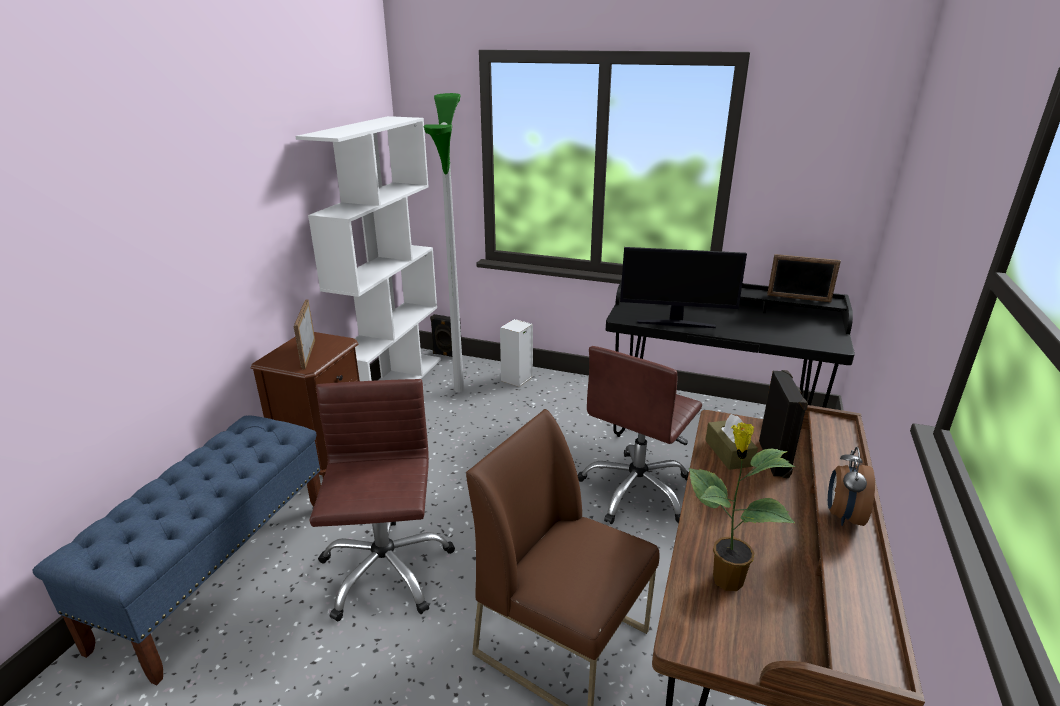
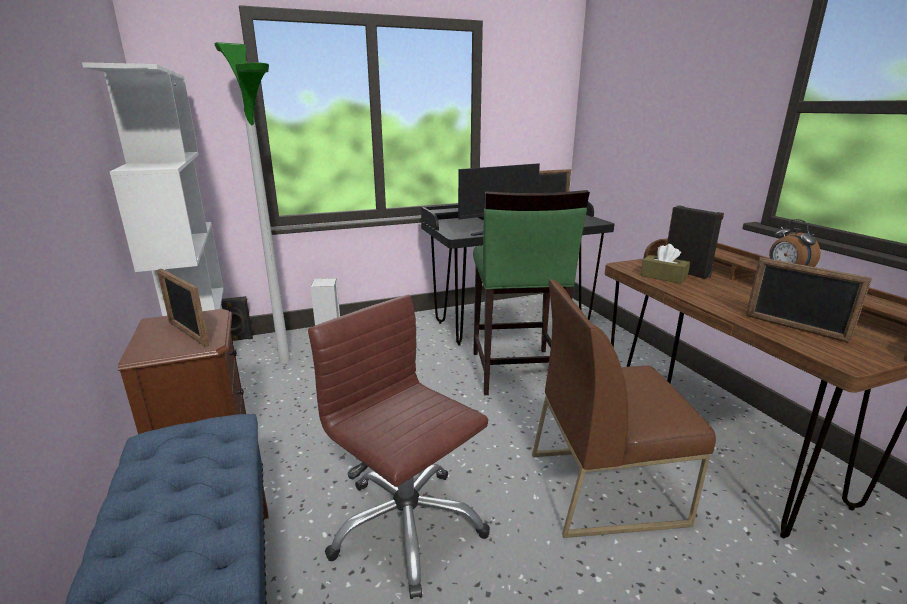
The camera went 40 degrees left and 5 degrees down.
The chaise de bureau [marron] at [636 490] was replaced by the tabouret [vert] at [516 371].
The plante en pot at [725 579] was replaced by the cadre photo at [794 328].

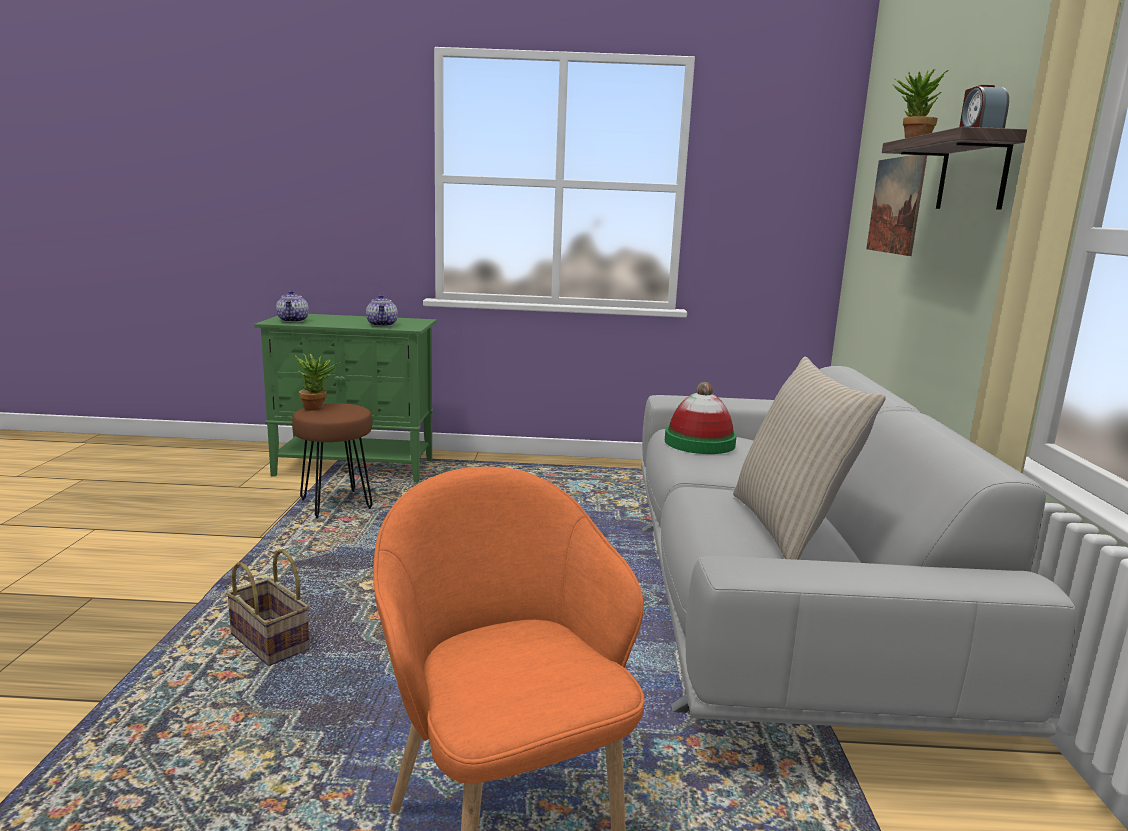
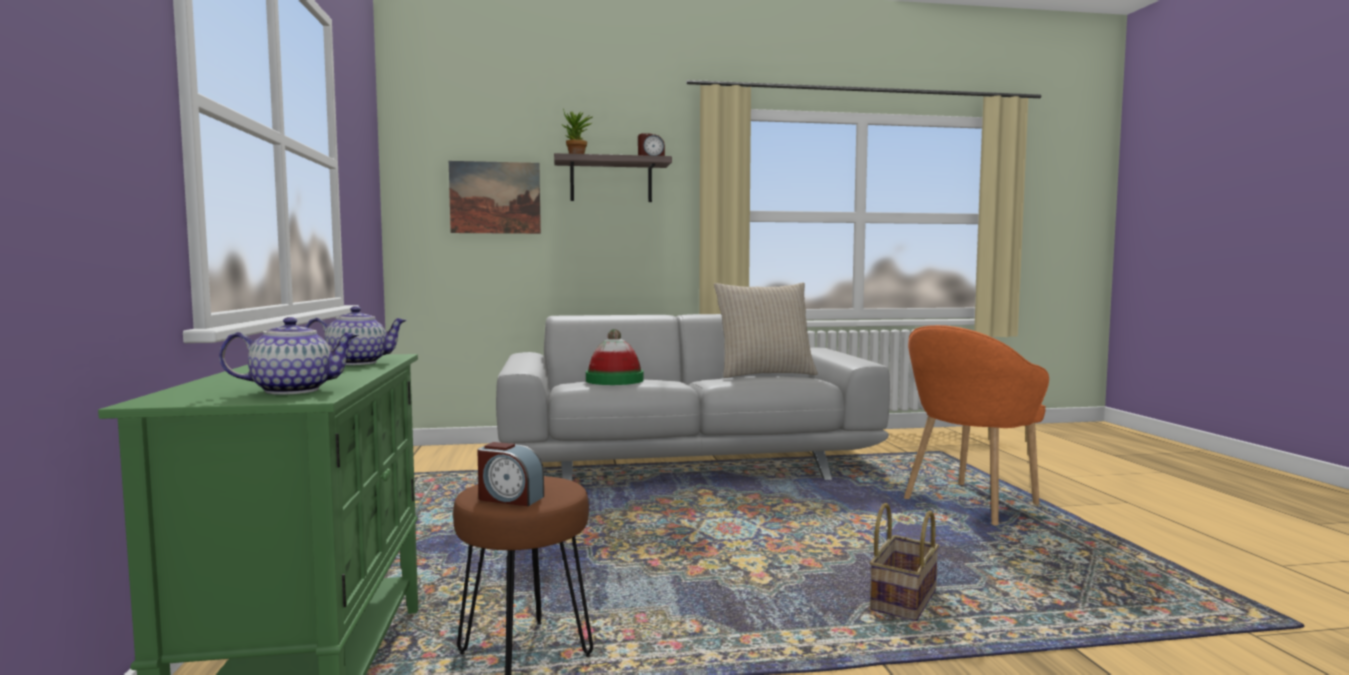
The camera went 100 degrees left and 10 degrees down.
The plante en pot at [318 408] was replaced by the réveil at [510 498].

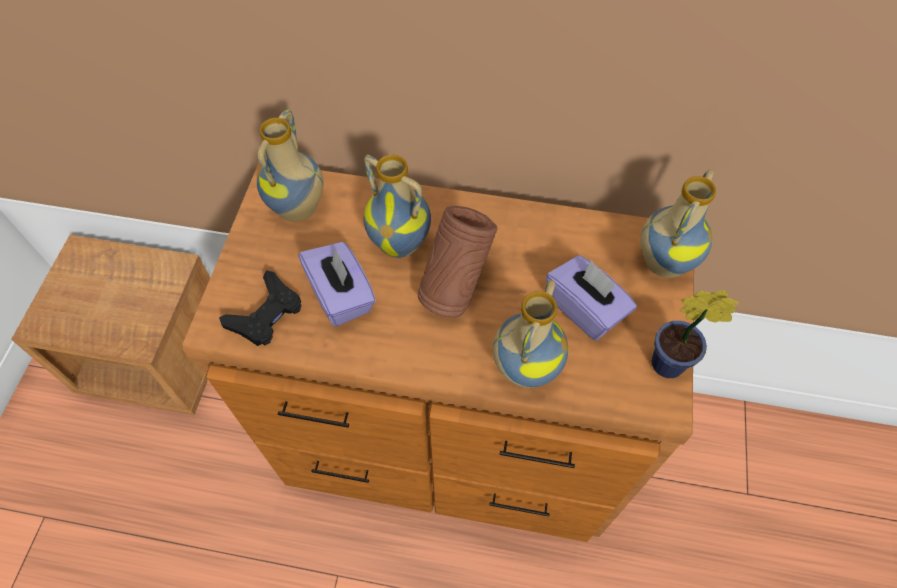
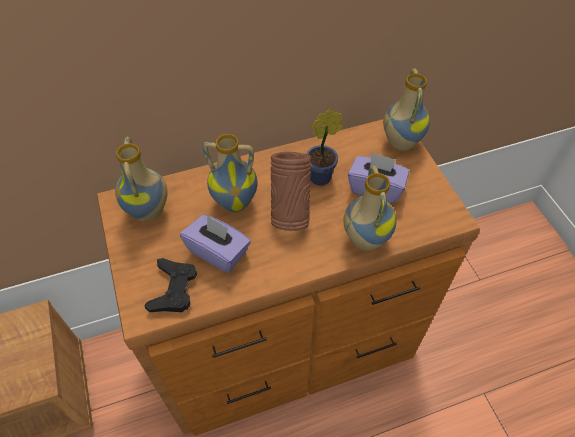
The camera went 30 degrees left and 5 degrees down.
The plante en pot moved from [672 364] to [323 177].

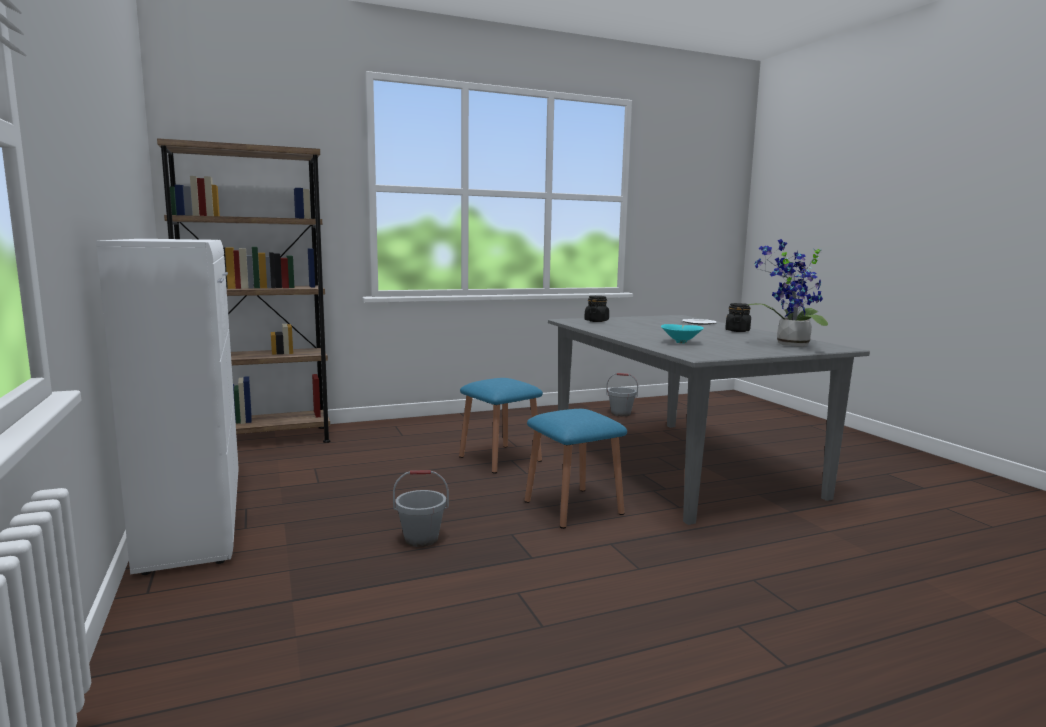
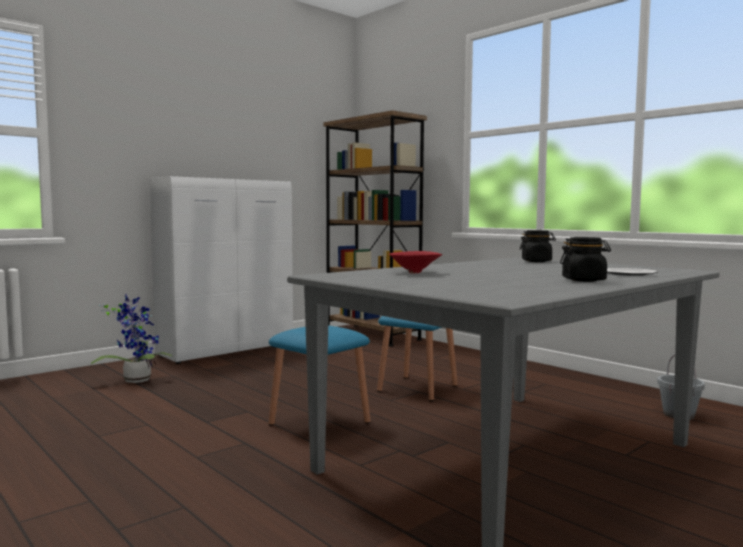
The camera went 70 degrees right and 5 degrees down.
The plante en pot moved from [789 345] to [136 379].
The bol [turquoise] at [681 342] became the bol [rouge] at [416 272].
The seau [gris] at [421 539] disappeared.

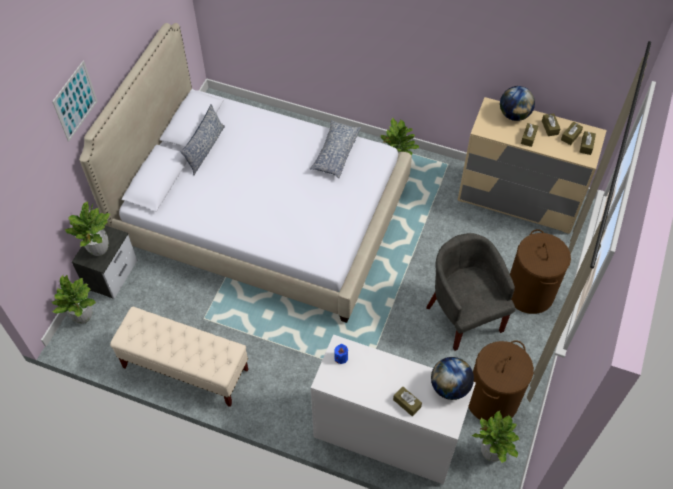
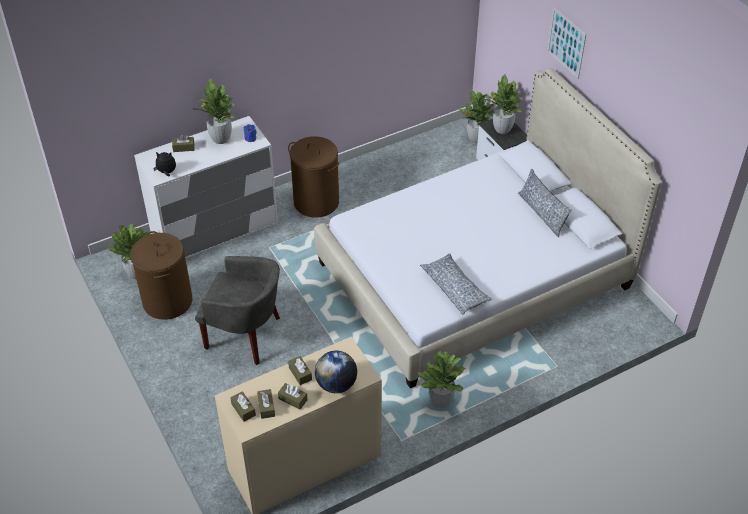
The camera went 130 degrees right and 10 degrees down.
The globe at [450 387] was replaced by the peluche at [166 172].
The plante en pot at [220 139] appeared.
The panier à linge [marron] moved from [530 293] to [316 202].
The banc [beige] at [185 368] disappeared.

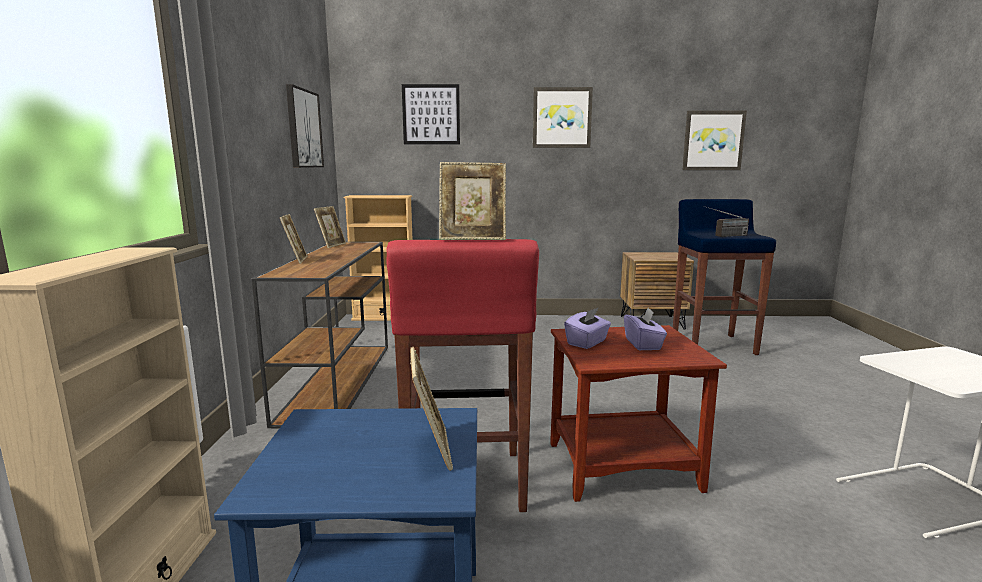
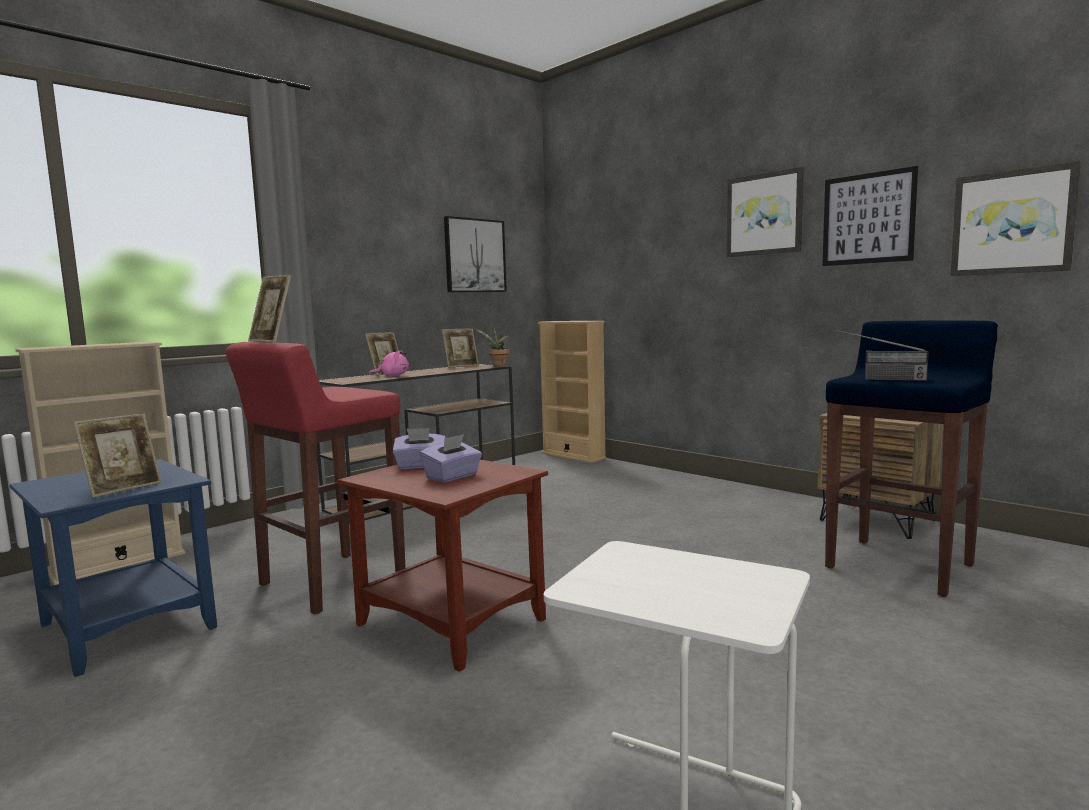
The camera went 45 degrees right and 5 degrees down.
The peluche [rose] at [392 376] appeared.
The plante en pot at [498 366] appeared.
The tableau moved from [431 114] to [868 218].

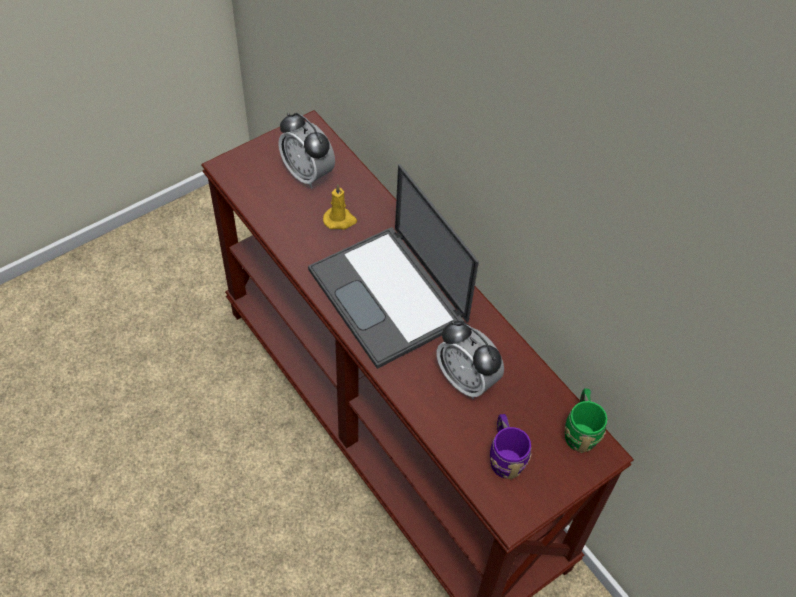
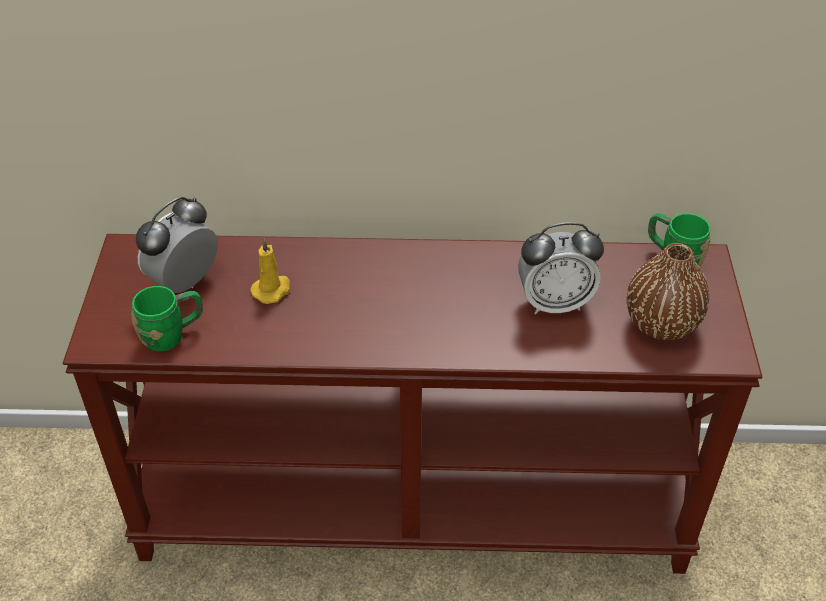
The camera went 50 degrees left and 10 degrees down.
The mug [vert] at [172 335] appeared.
The réveil at [307 174] turned 135 degrees clockwise.
The mug [violet] at [504 456] was replaced by the vase [marron] at [661 323].
The ordinateur portable at [389 296] disappeared.

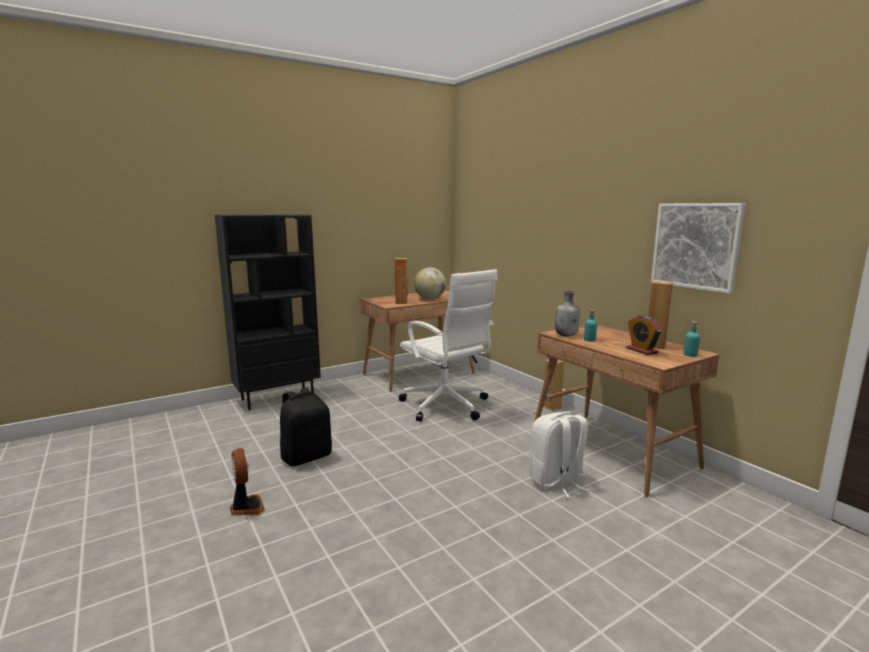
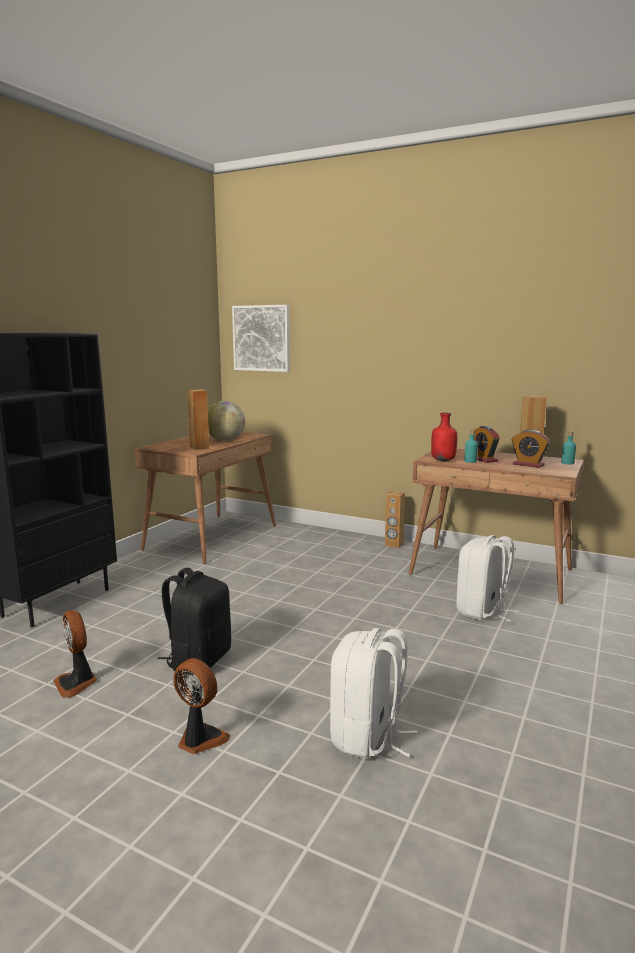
The camera went 30 degrees left and 0 degrees up.
The ventilateur at [77 683] appeared.
The tableau moved from [696 246] to [261 338].
The sac à dos [blanc] at [368 737] appeared.
The bouteille [gris] at [566 335] became the bouteille [rouge] at [443 460].
The réveil at [483 459] appeared.
The chaise de bureau [blanc] at [446 406] disappeared.

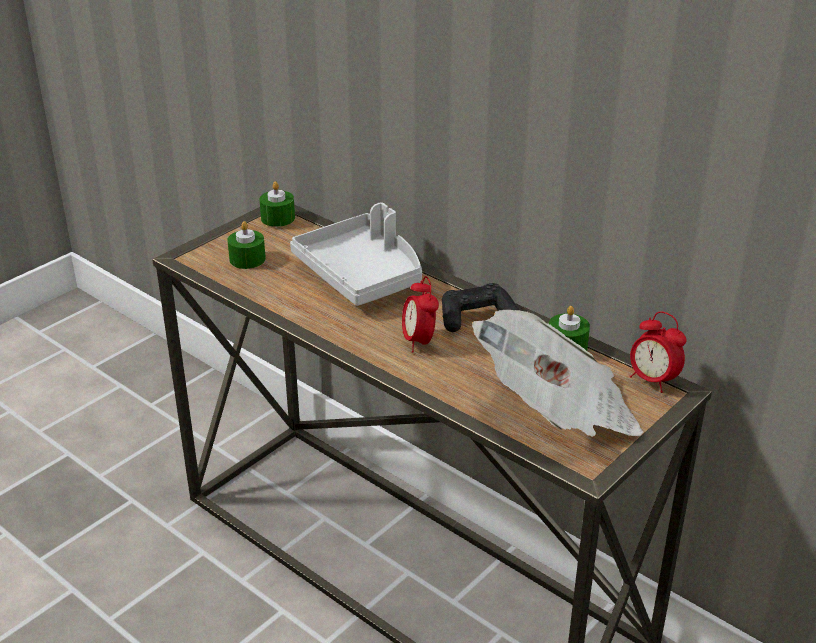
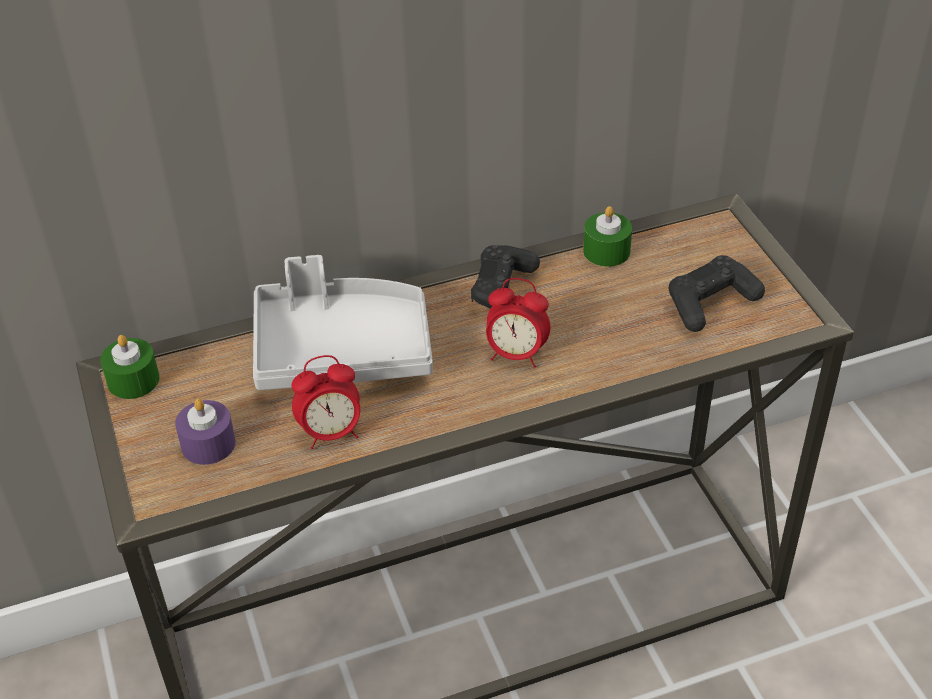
The camera went 60 degrees left and 10 degrees up.
The bougie [vert] at [247 259] became the bougie [violet] at [208 444].
The réveil moved from [652 380] to [331 433].
The journal at [557 412] was replaced by the manette [noir] at [710 303].

